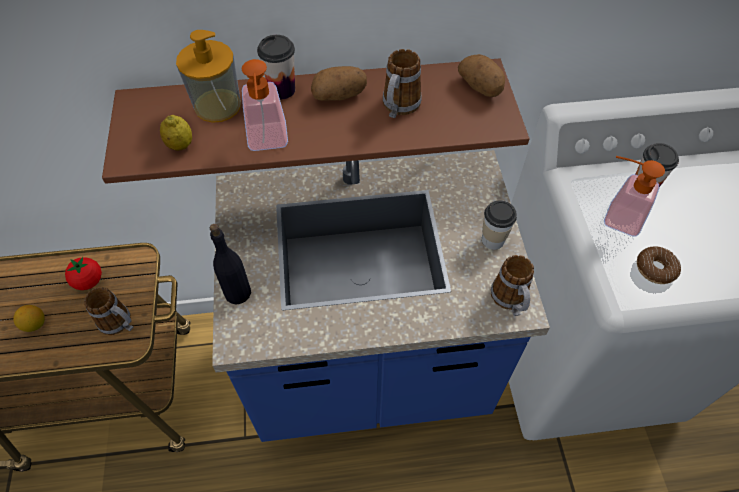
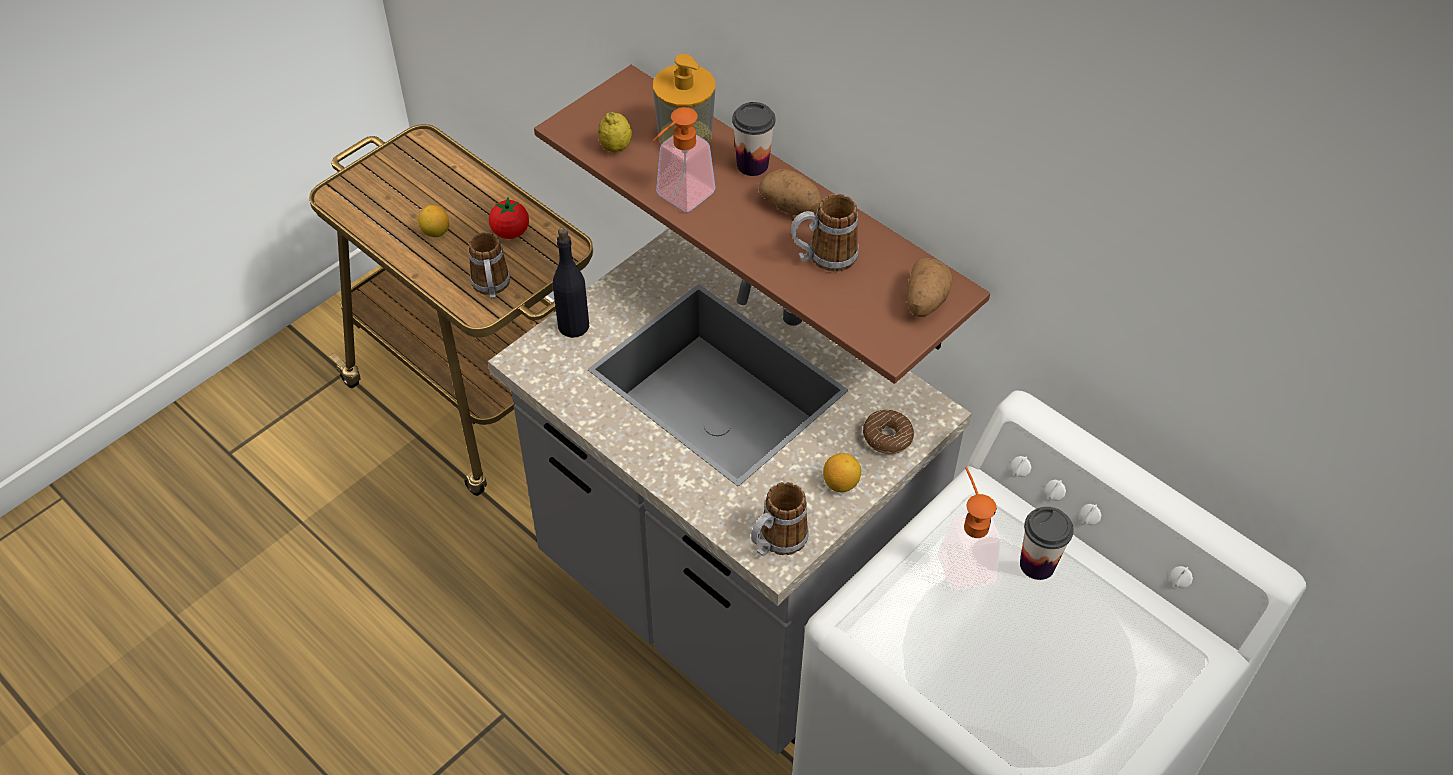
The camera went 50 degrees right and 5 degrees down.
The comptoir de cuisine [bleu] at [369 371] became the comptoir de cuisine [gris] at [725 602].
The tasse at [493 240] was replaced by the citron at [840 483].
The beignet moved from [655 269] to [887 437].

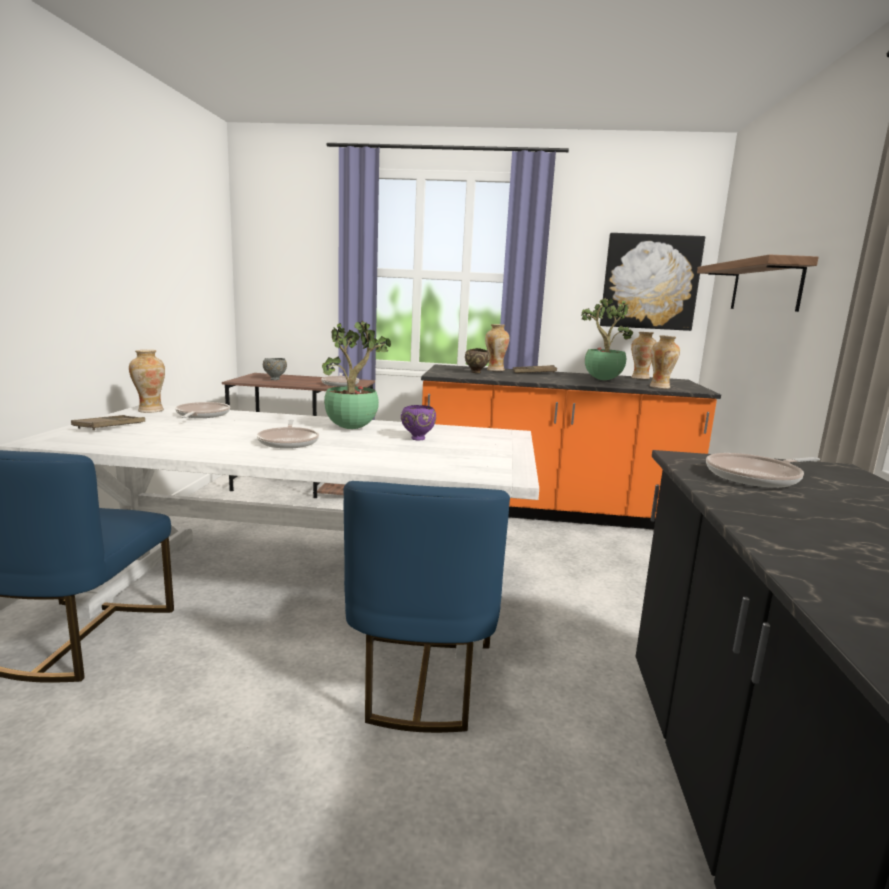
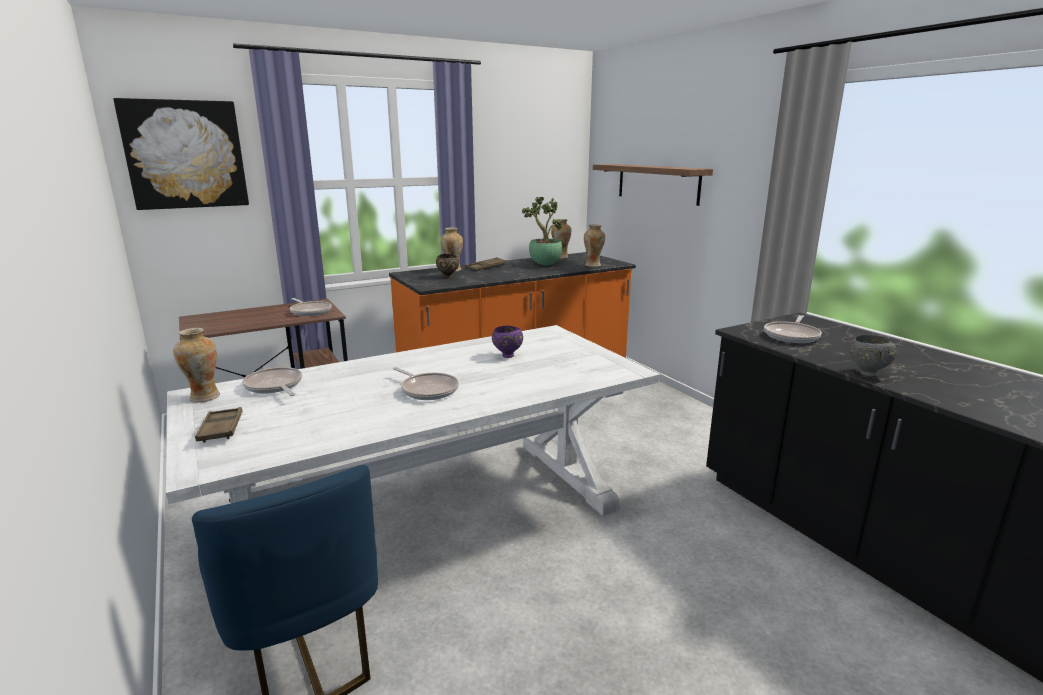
The camera went 35 degrees left and 5 degrees up.
The tableau moved from [650 282] to [185 155].
The bol [gris] moved from [275 379] to [867 373].
The plante en pot at [352 428] disappeared.
The chaise [bleu] at [421 680] disappeared.

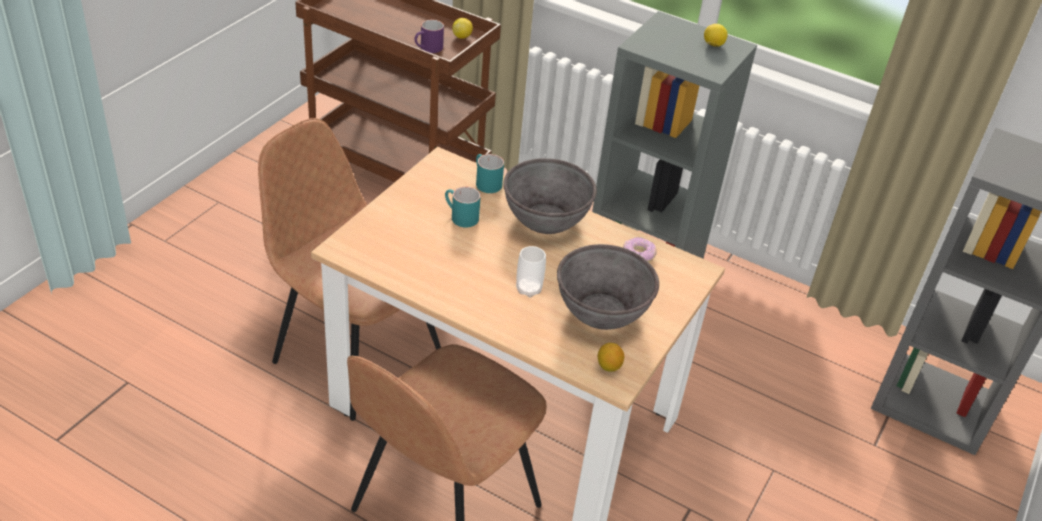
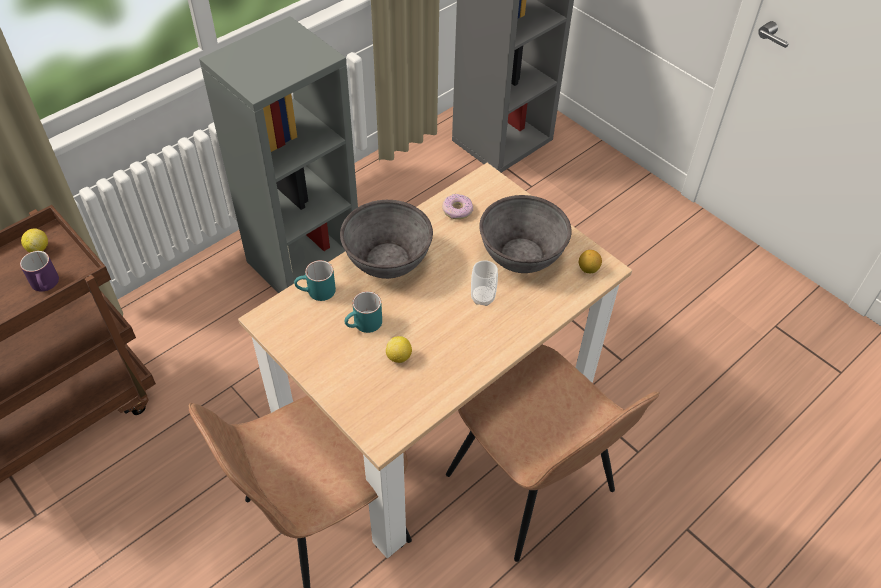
The camera went 70 degrees left and 10 degrees up.
The citron moved from [713 45] to [399 357].

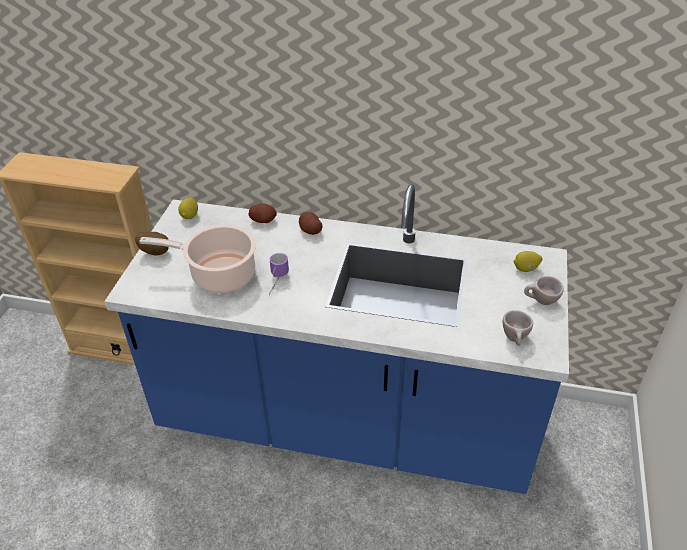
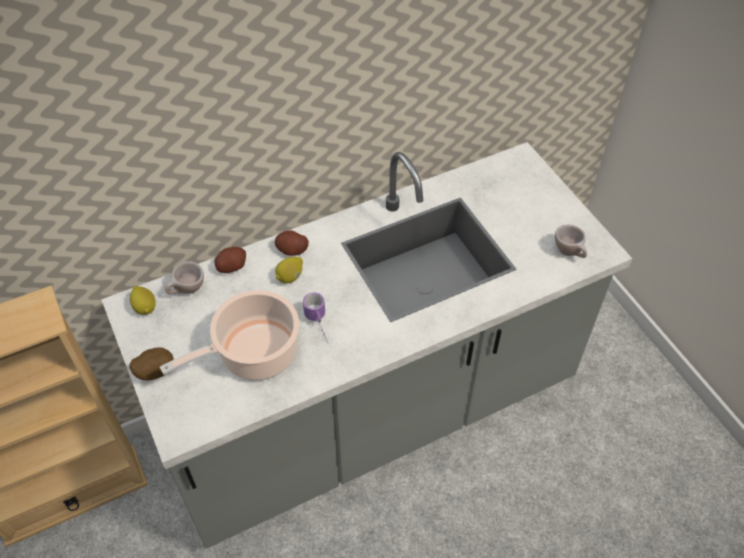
The camera went 40 degrees left and 10 degrees up.
The comptoir de cuisine [bleu] at [346 422] became the comptoir de cuisine [gris] at [372 414].
The tasse [beige] moved from [540 302] to [187 291].
The citron moved from [525 269] to [290 277].

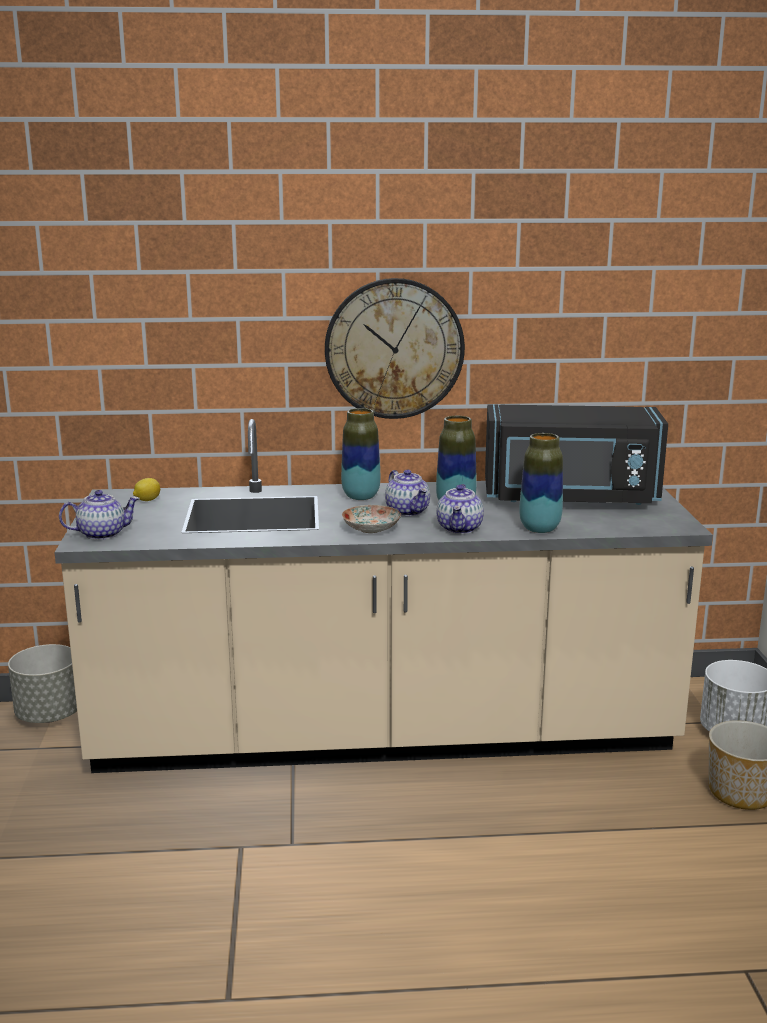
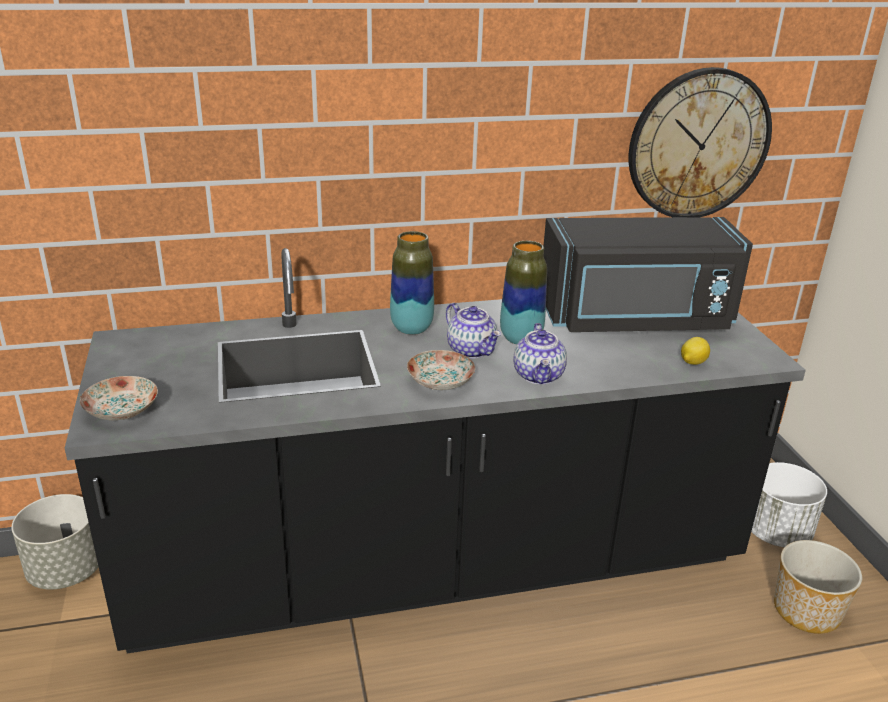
The camera went 10 degrees left and 10 degrees up.
The comptoir de cuisine [beige] at [383 734] became the comptoir de cuisine [noir] at [437 565].
The théière at [102 534] was replaced by the assiette at [121 410].
The horloge murale moved from [394 349] to [698 144].
The citron moved from [147 500] to [692 362].
The vase at [539 529] disappeared.

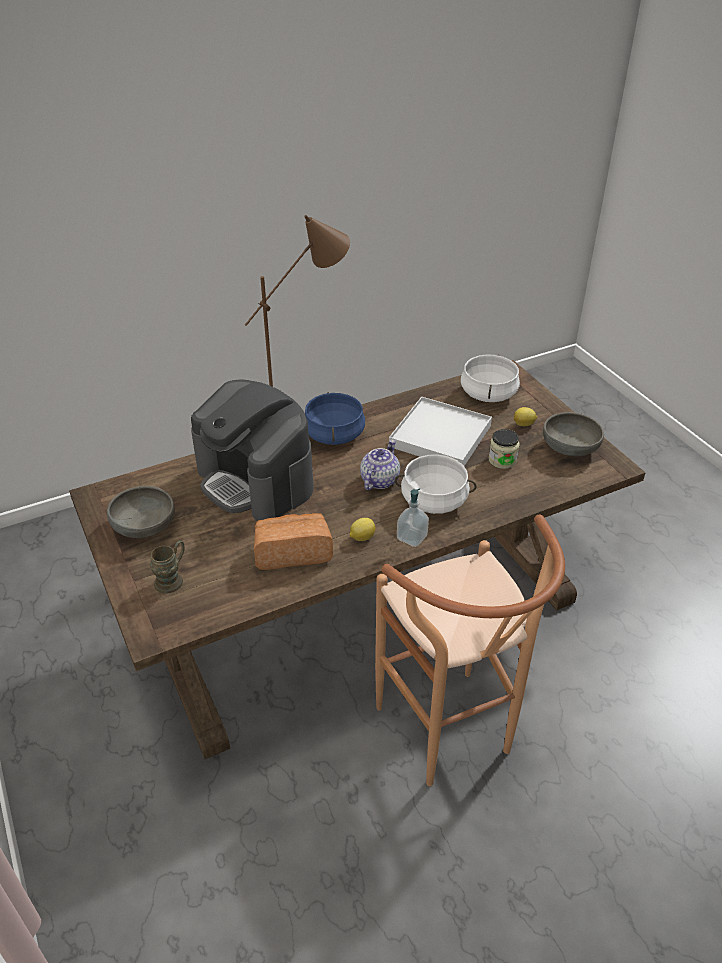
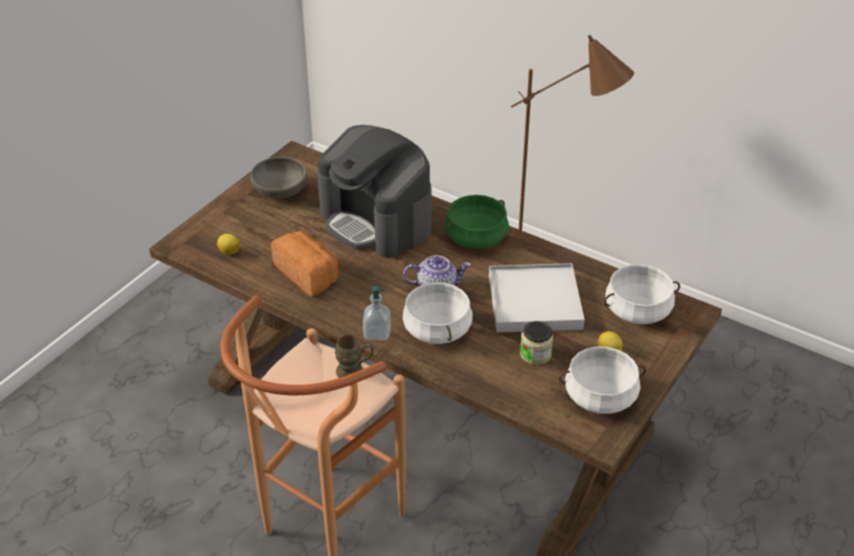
The camera went 60 degrees right and 0 degrees up.
The citron moved from [362 537] to [229 251].
The machine à café at [256 481] turned 60 degrees counterclockwise.
The mug [marron] moved from [172 579] to [355 371].
The marmite [bleu] at [333 434] became the marmite [vert] at [476 237].
The bol [gris] at [569 448] was replaced by the marmite [blanc] at [600 396].

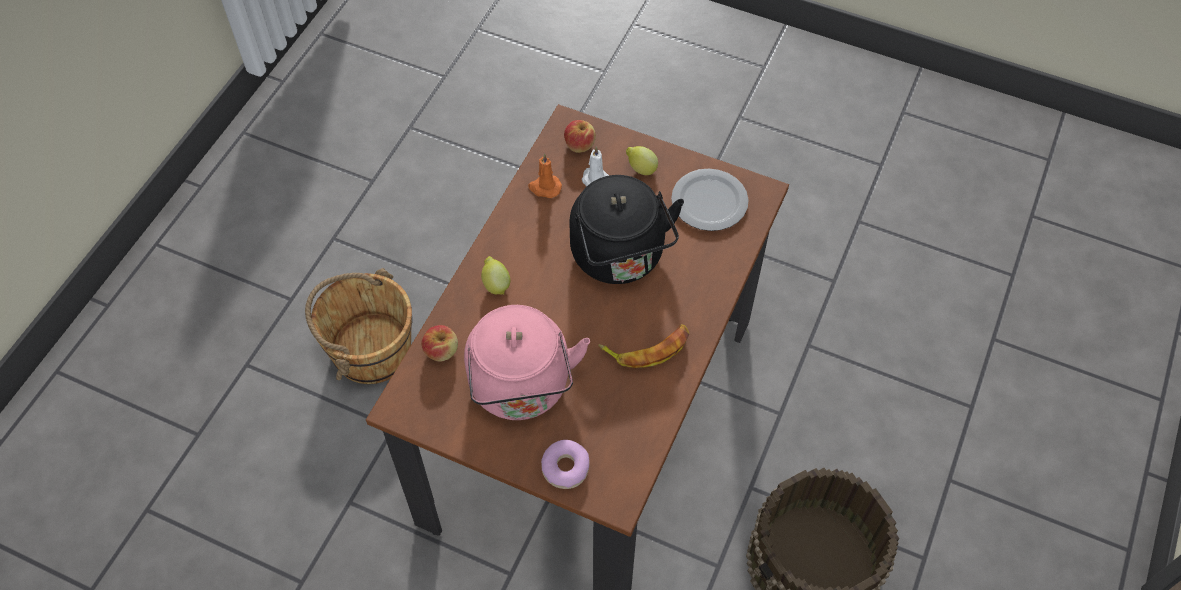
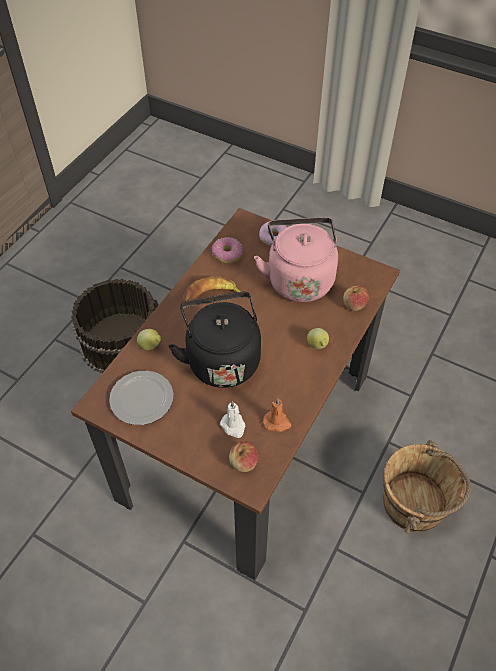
The camera went 175 degrees left and 5 degrees down.
The citron moved from [641 169] to [151 346].
The beignet at [227 254] appeared.

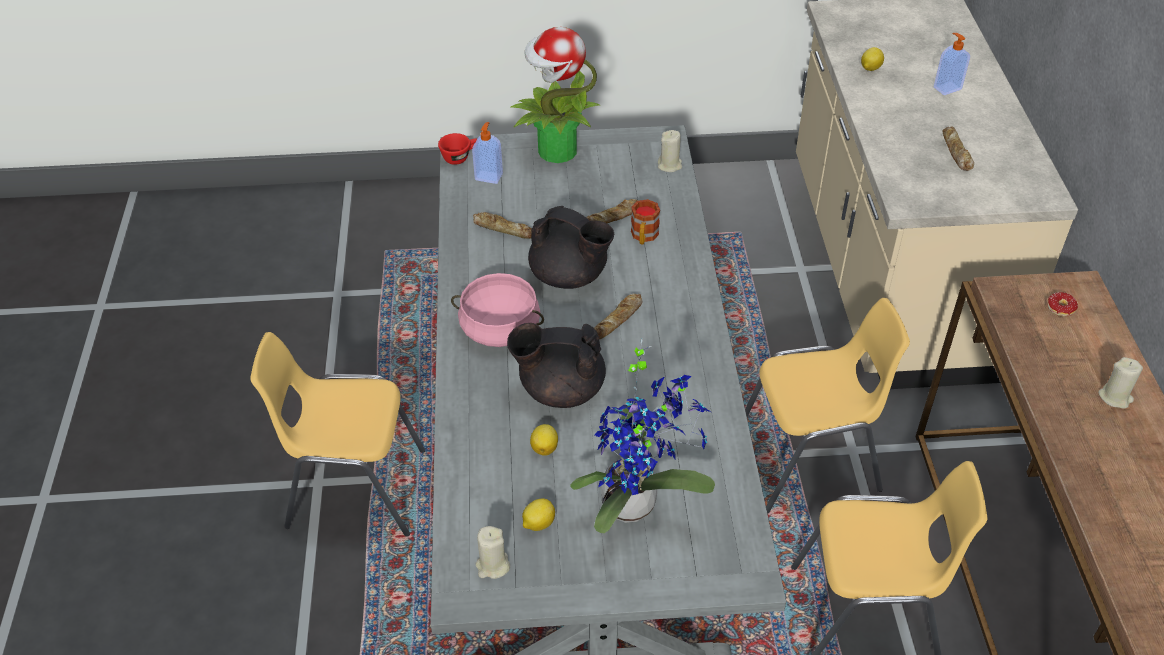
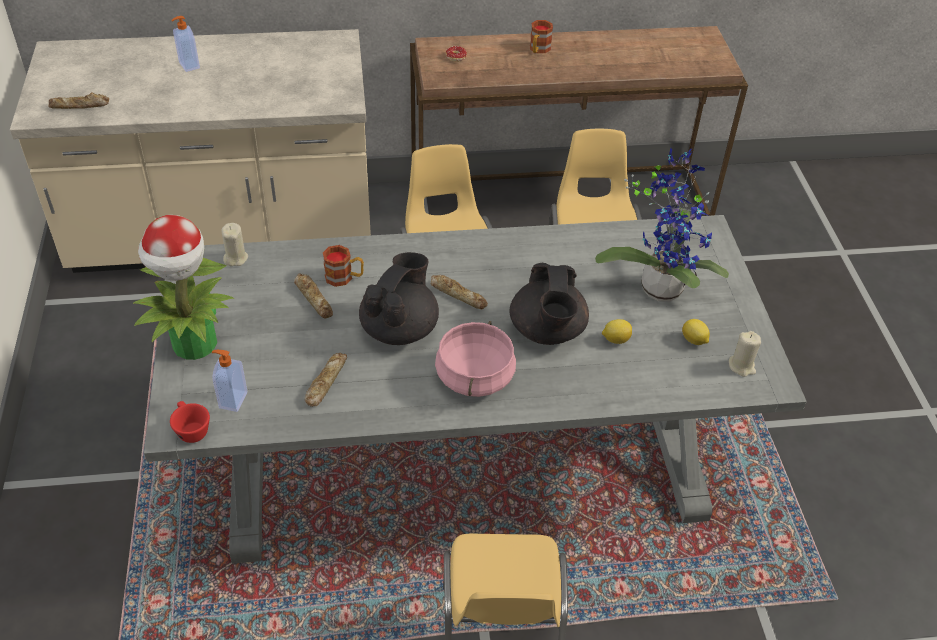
The camera went 95 degrees left and 0 degrees up.
The pain moved from [955 152] to [80 106].
The bougie [beige] at [1115 397] was replaced by the mug at [538 50].
The citron at [870 68] disappeared.

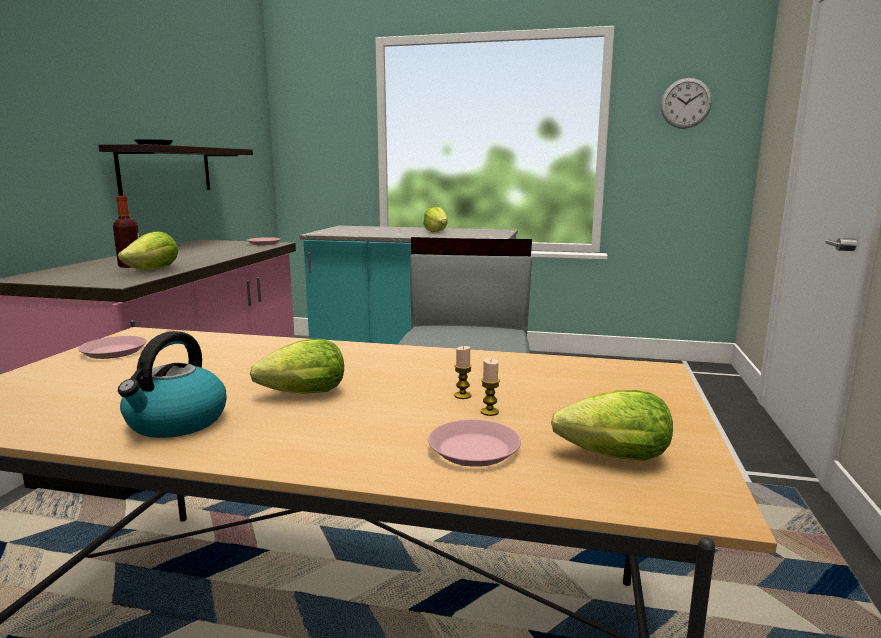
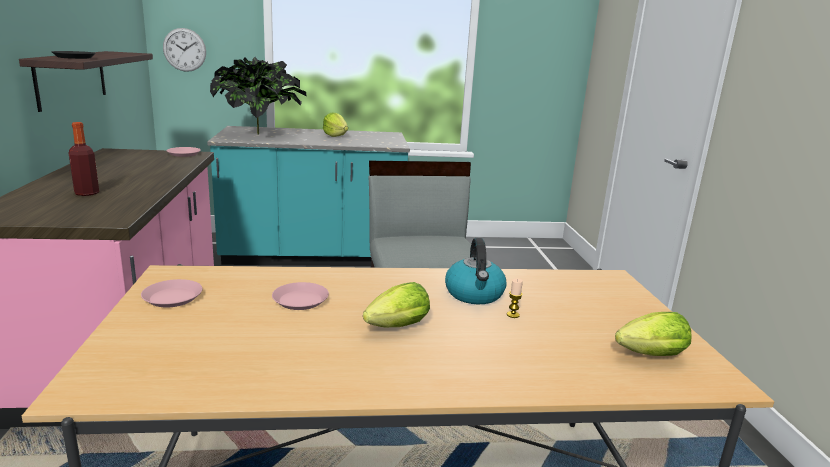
The camera went 20 degrees left and 5 degrees up.
The horloge murale moved from [686 103] to [184 50].
The plante en pot at [261 134] appeared.
The assiette [rose] moved from [474 450] to [301 300].
The bouilloire moved from [176 422] to [475 294].
The laitue at [154 270] disappeared.
The bougie at [489 412] disappeared.

